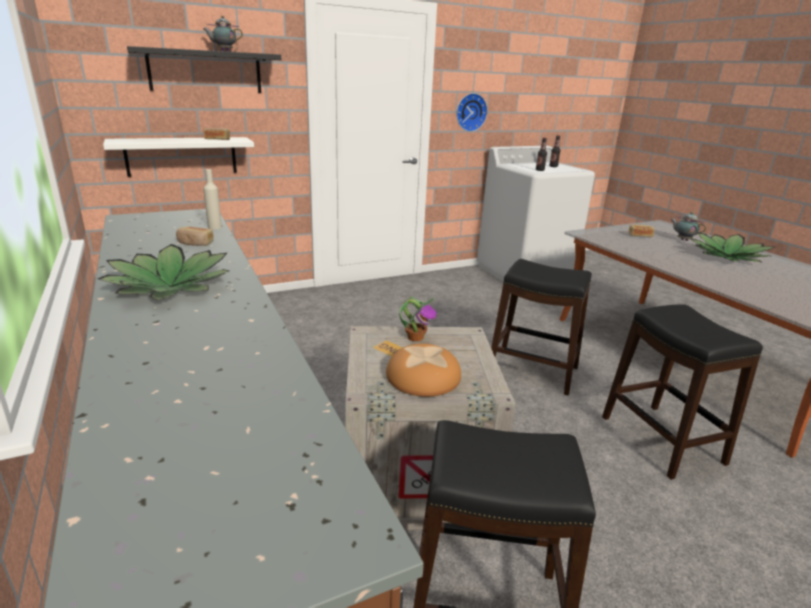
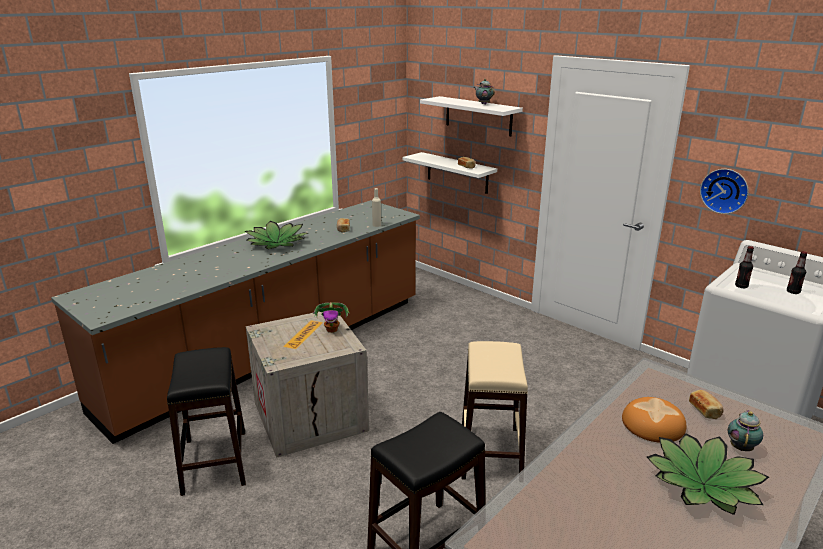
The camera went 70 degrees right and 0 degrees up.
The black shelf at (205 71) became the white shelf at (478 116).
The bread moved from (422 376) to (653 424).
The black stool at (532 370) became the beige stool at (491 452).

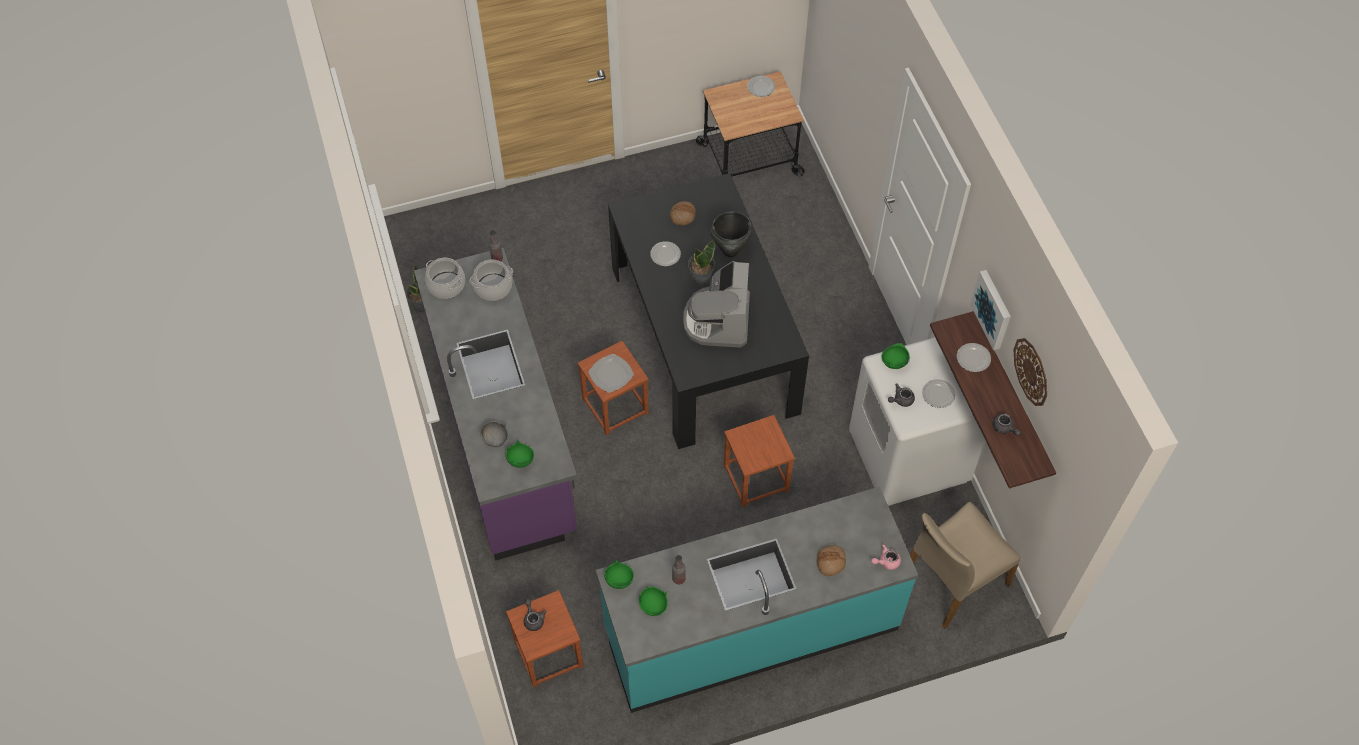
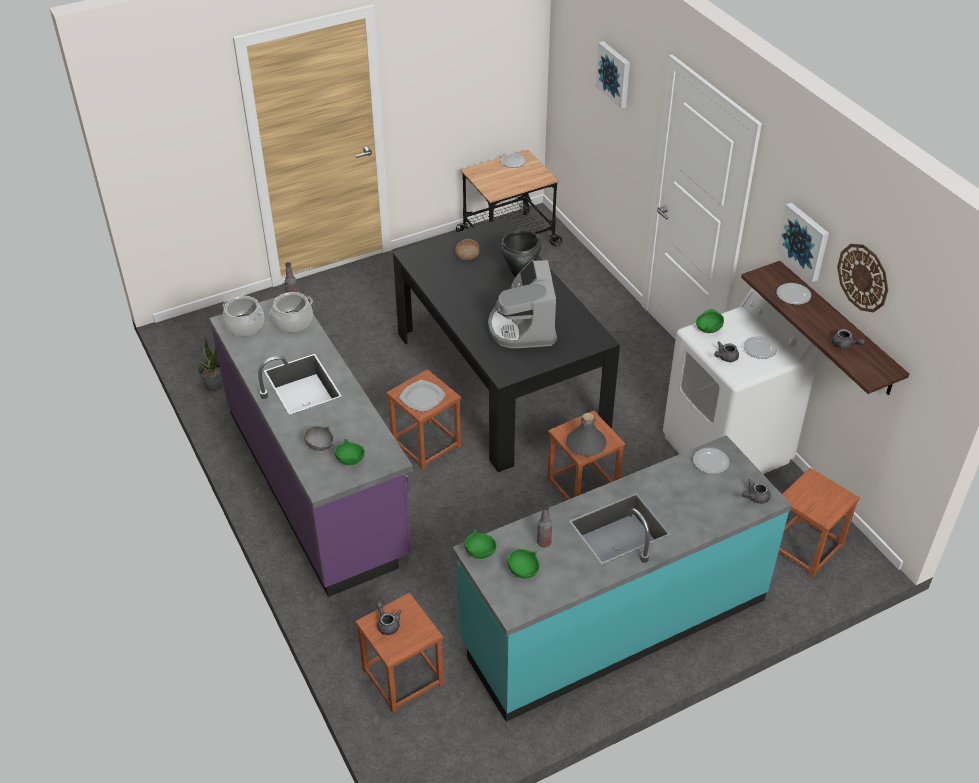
The camera went 10 degrees left and 15 degrees down.
The plate moved from (665 255) to (711 462).
The potted plant at (700 277) disappeared.
The bread at (830 562) disappeared.
The pink teapot at (886 561) became the grey teapot at (755 497).
The beige chair at (952 580) was replaced by the brown stool at (804 547).
The grey bottle at (585 444) appeared.
The picture at (614 74) appeared.

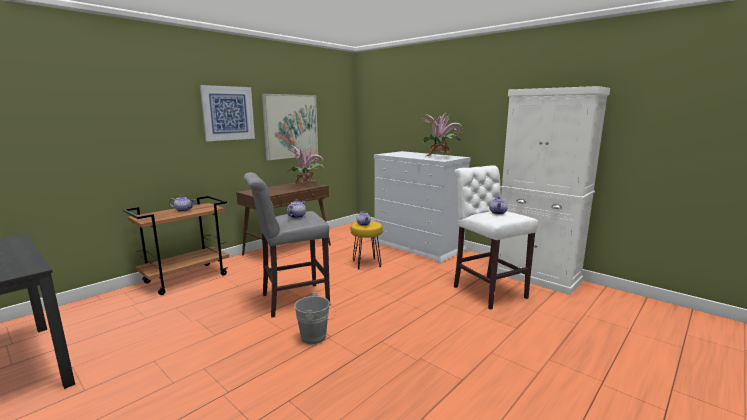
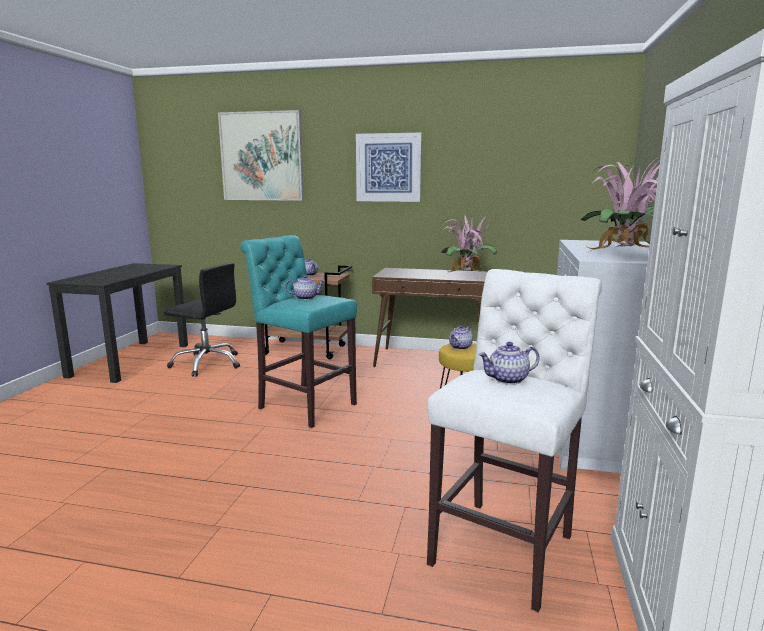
The camera went 60 degrees right and 0 degrees up.
The grey stool at (291 301) became the turquoise stool at (303 405).
The picture moved from (291 126) to (262 156).
The grey bucket at (316 337) disappeared.
The black office chair at (207 363) appeared.

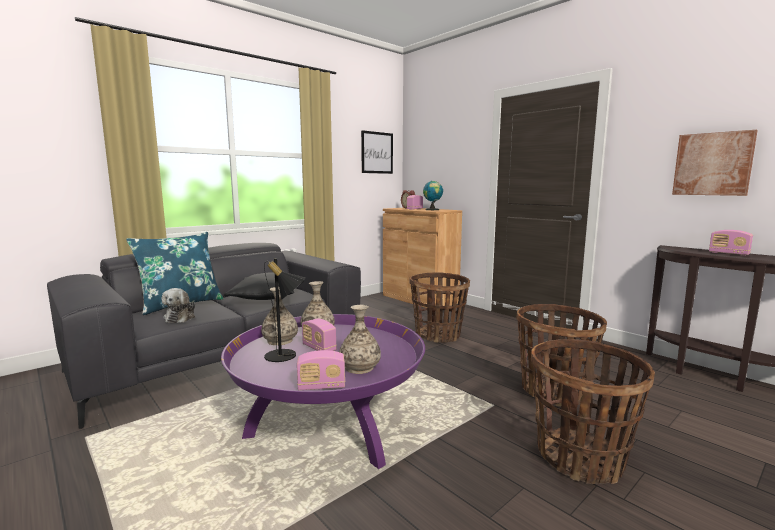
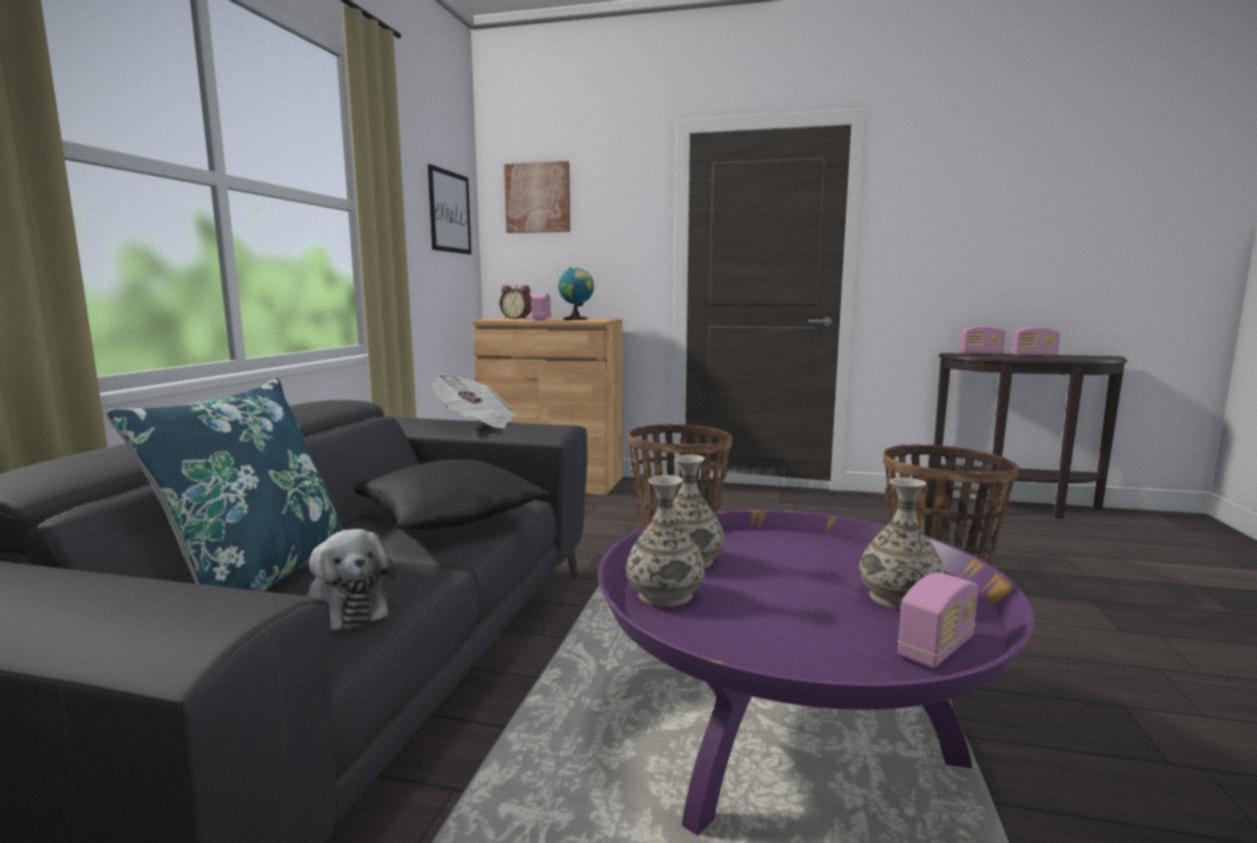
The camera went 35 degrees left and 0 degrees up.
The black table lamp at (286 356) disappeared.
The radio moved from (319 348) to (980 354).
The basket at (580 458) disappeared.
The picture moved from (712 164) to (538 198).
The newspaper at (476 423) appeared.

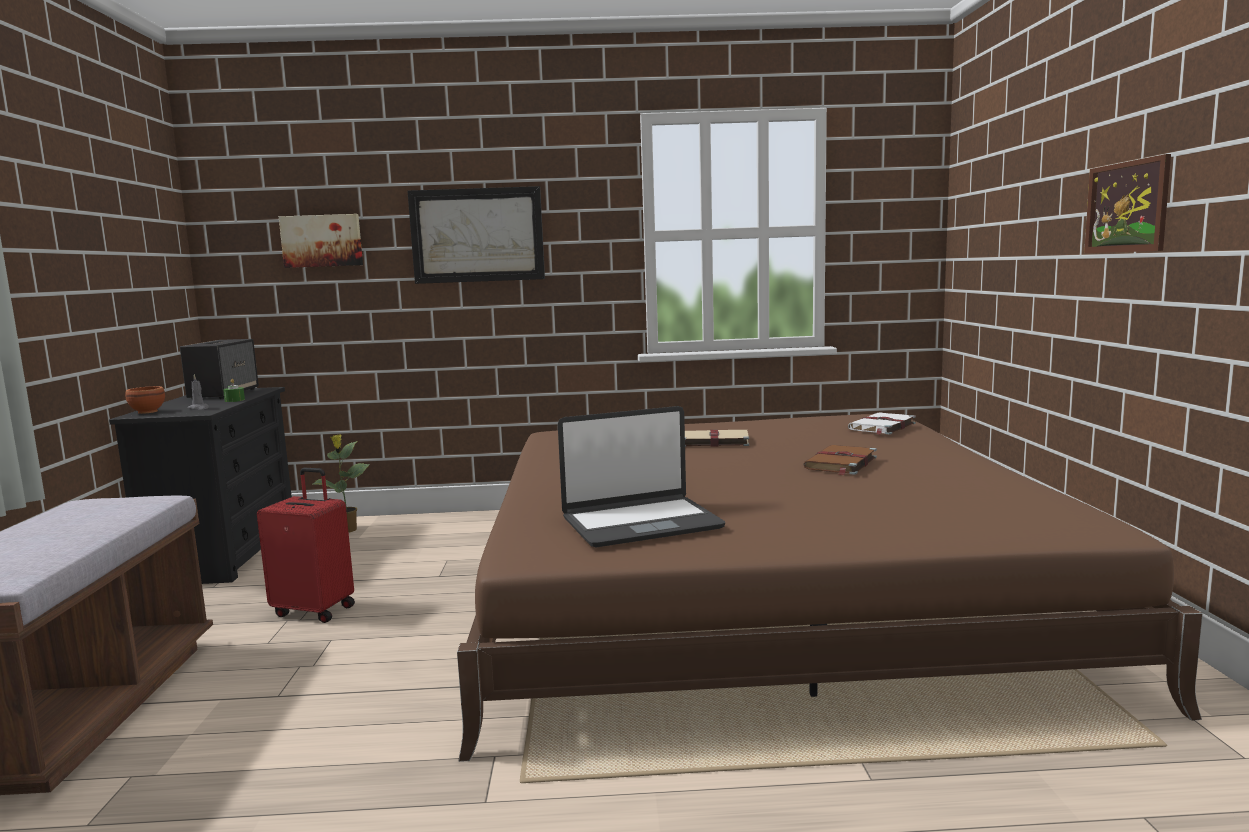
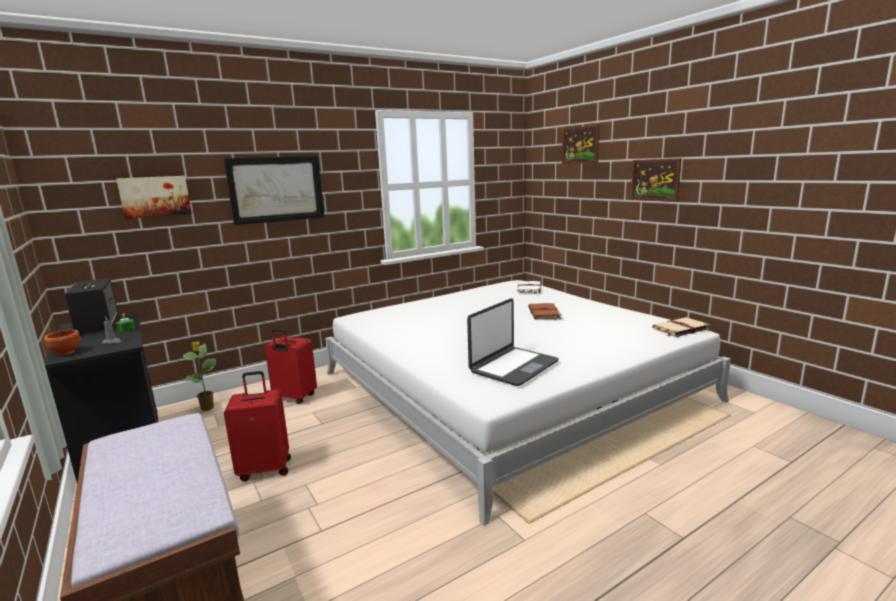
The camera went 30 degrees left and 5 degrees up.
The brown bed at (756 588) became the white bed at (508 386).
The beige book moved from (713 441) to (679 329).
The red suitcase at (294 398) appeared.
The picture at (580 145) appeared.

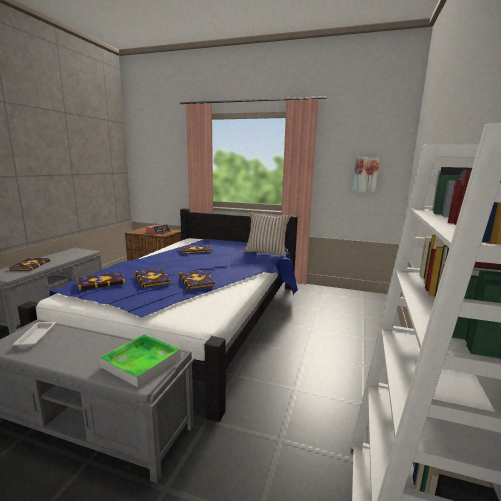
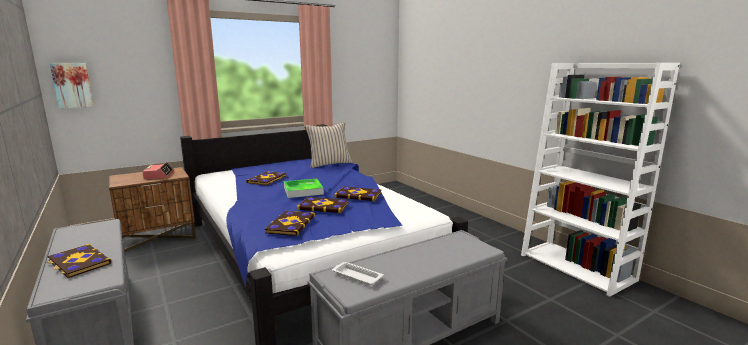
The camera went 50 degrees left and 0 degrees up.
The tray moved from (141 362) to (303 191).
The picture moved from (365 174) to (72 85).

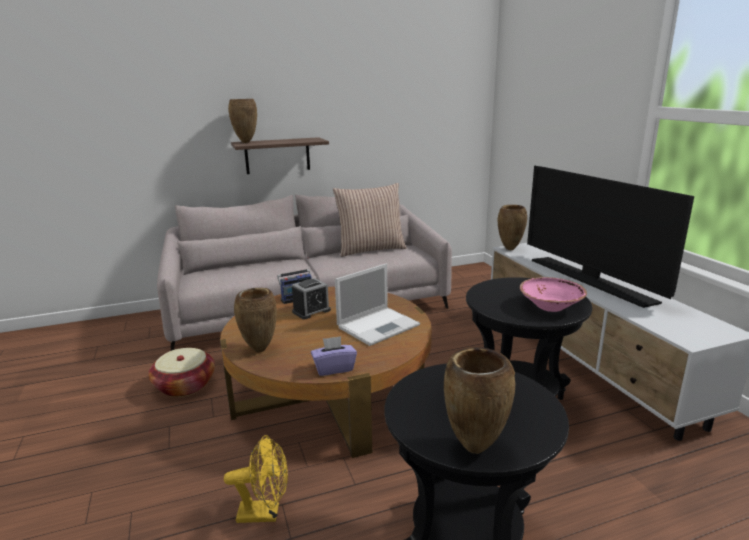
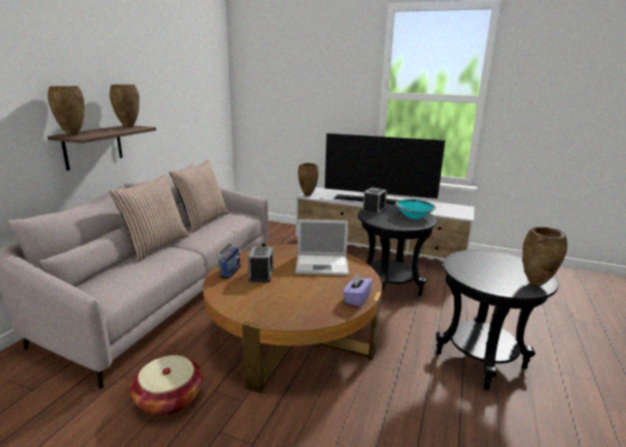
The camera went 50 degrees left and 0 degrees up.
The yellow fan at (265 513) disappeared.
The brown vase moved from (259 349) to (128 127).
The laptop at (379 325) turned 90 degrees clockwise.
The pink bowl at (550 306) became the turquoise bowl at (414 216).
The pillow at (156 246) appeared.
The alarm clock at (374 210) appeared.

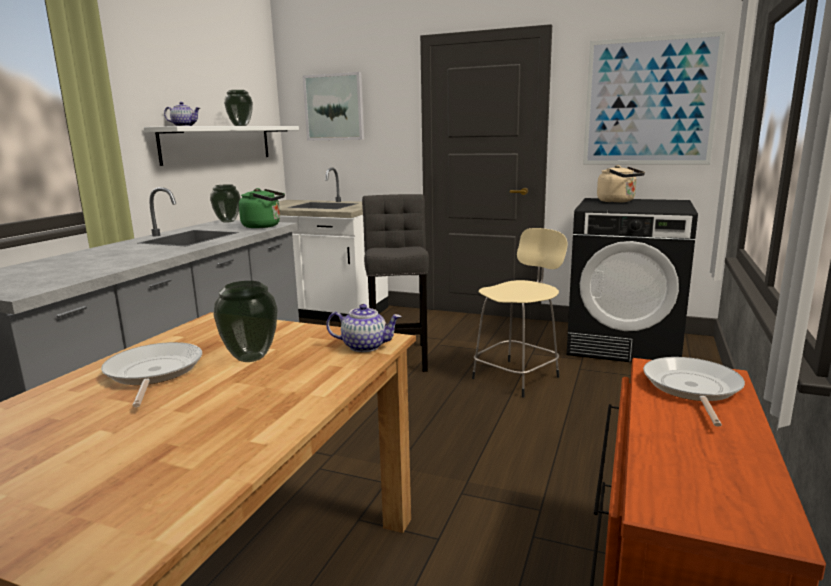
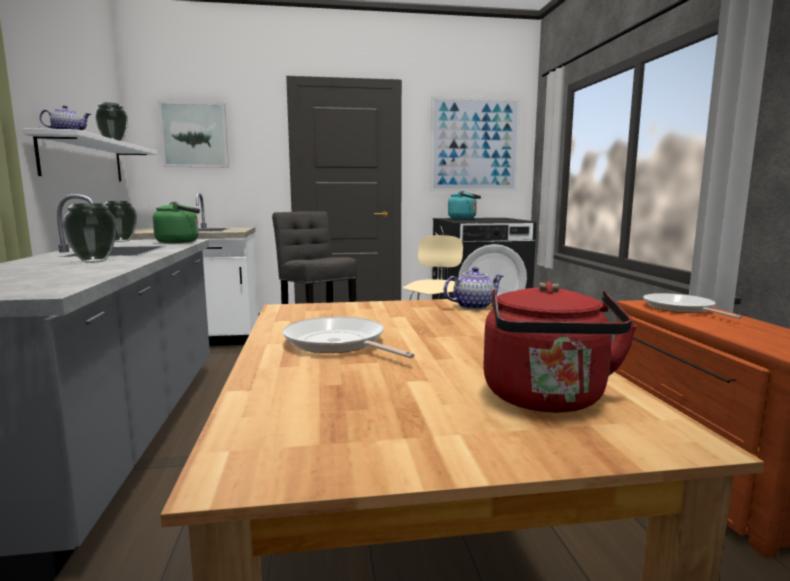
The camera went 30 degrees left and 5 degrees down.
The vase moved from (251 357) to (95 261).
The beige kettle at (618 201) became the turquoise kettle at (464 218).
The red kettle at (546 400) appeared.

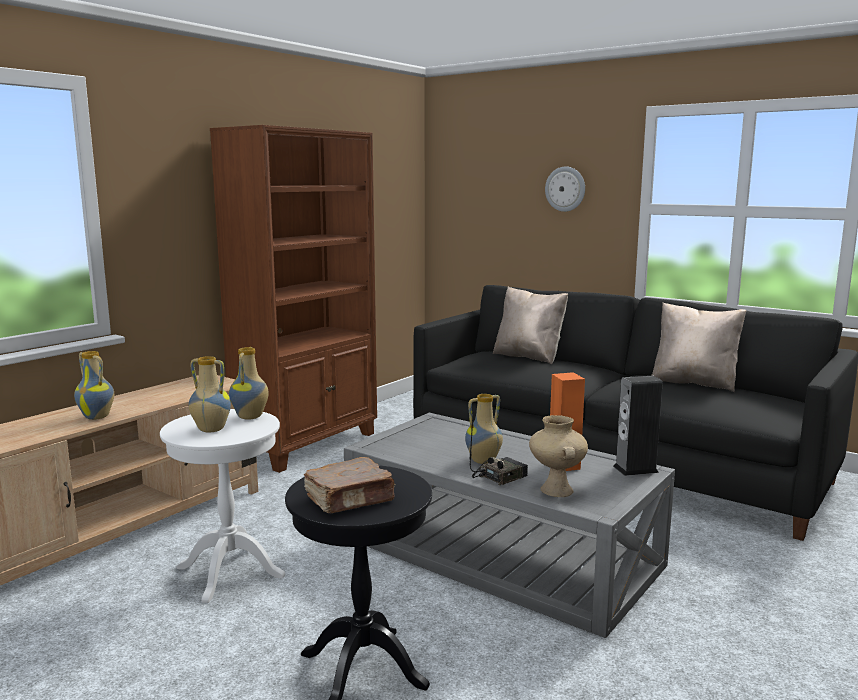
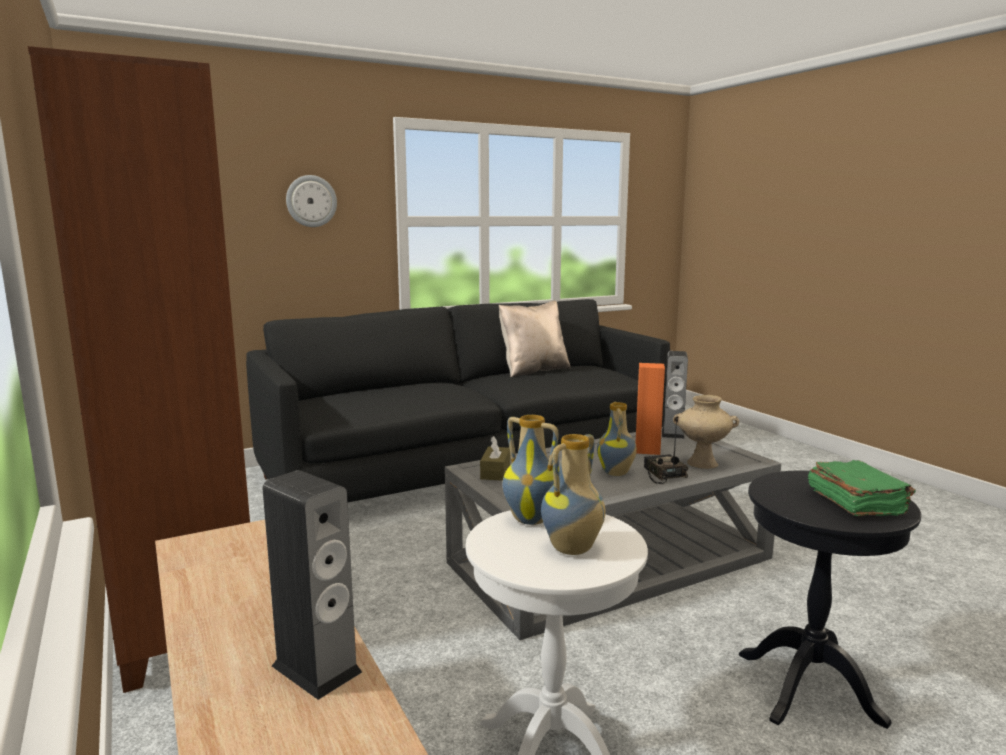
The camera went 65 degrees left and 0 degrees up.
The vase at (98 417) was replaced by the speaker at (316 669).
The brown book at (351 500) became the green book at (855 503).
The beige pillow at (529 357) disappeared.
The brown tissue box at (495 472) appeared.

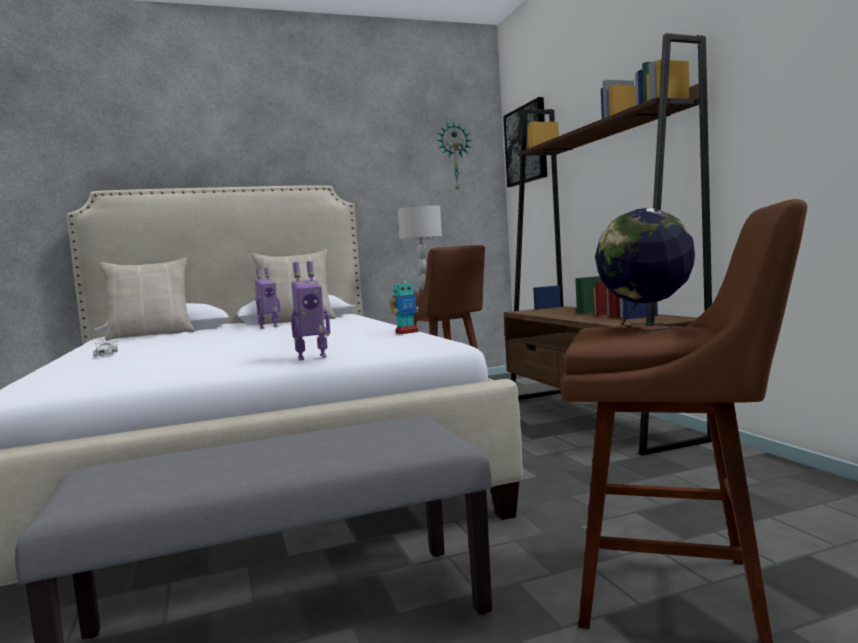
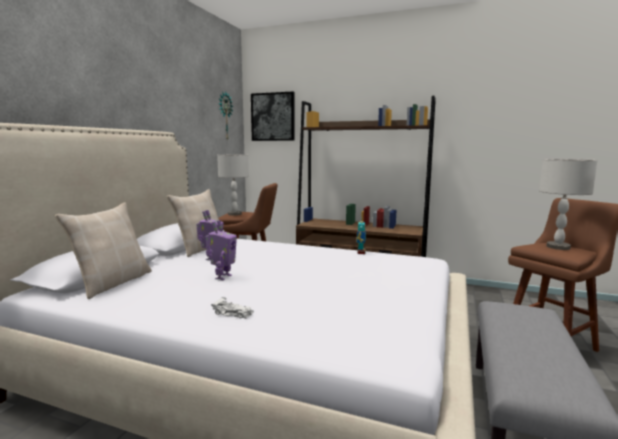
The camera went 50 degrees left and 5 degrees up.
The toy robot moved from (311 357) to (222 277).
The globe at (646 328) was replaced by the grey table lamp at (558 247).

